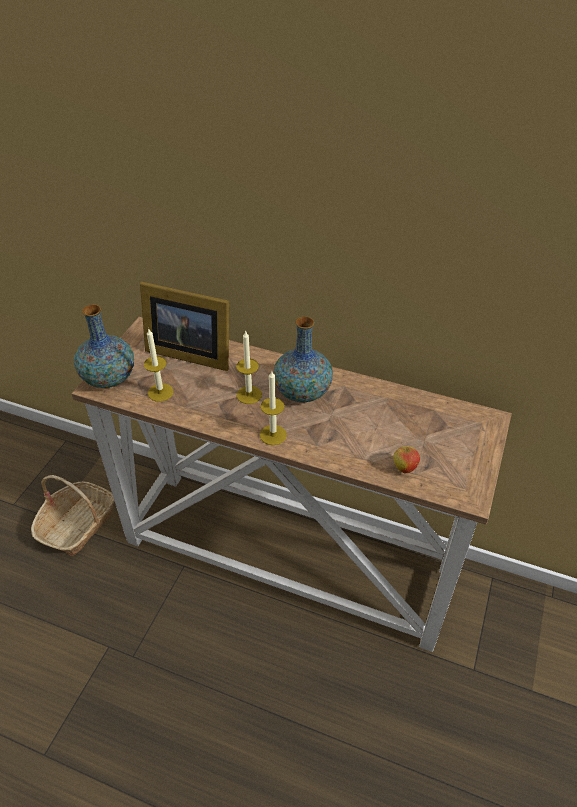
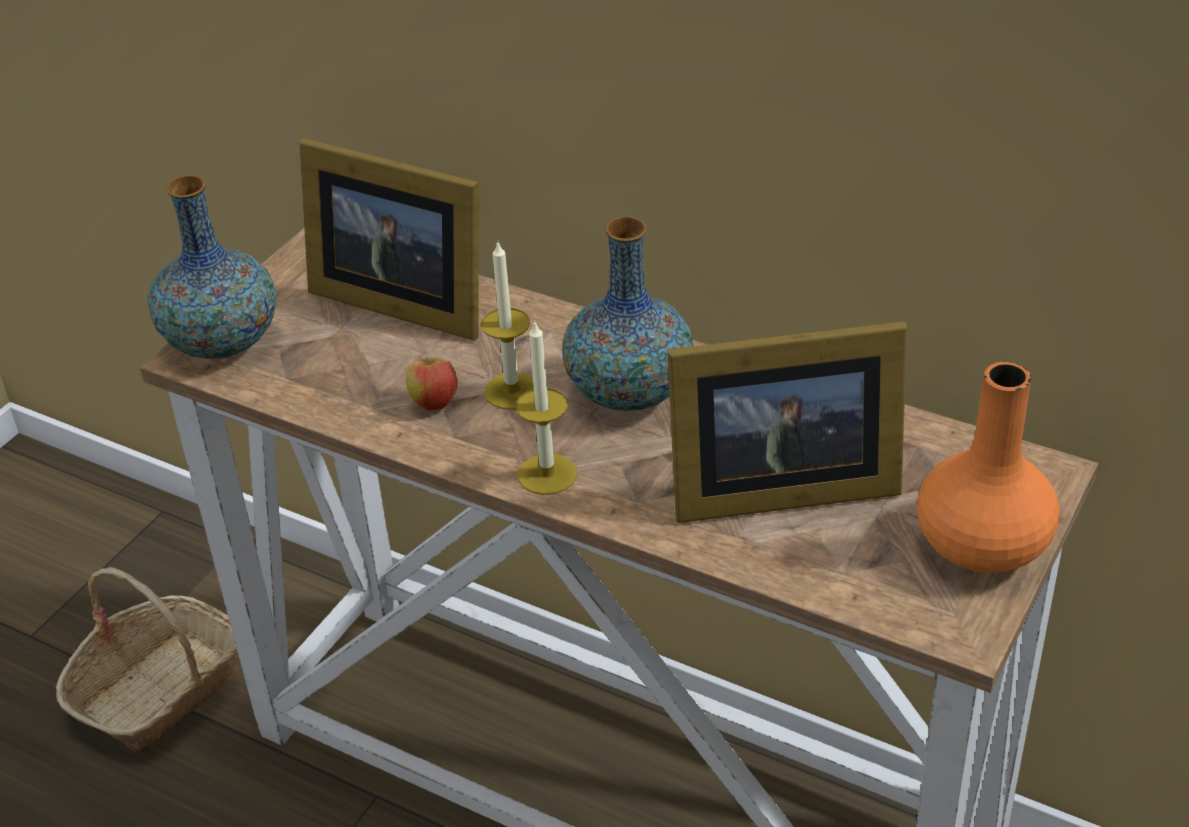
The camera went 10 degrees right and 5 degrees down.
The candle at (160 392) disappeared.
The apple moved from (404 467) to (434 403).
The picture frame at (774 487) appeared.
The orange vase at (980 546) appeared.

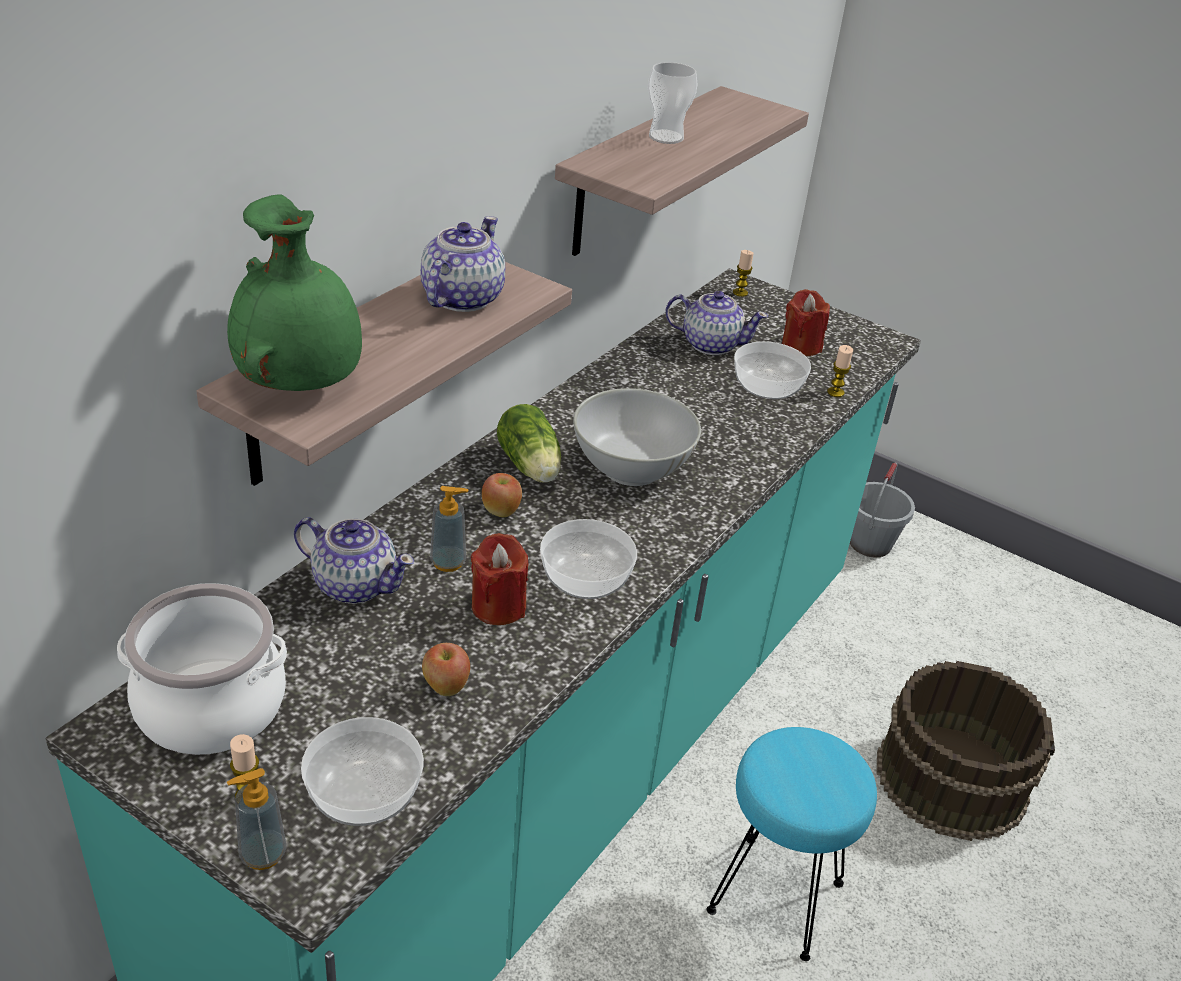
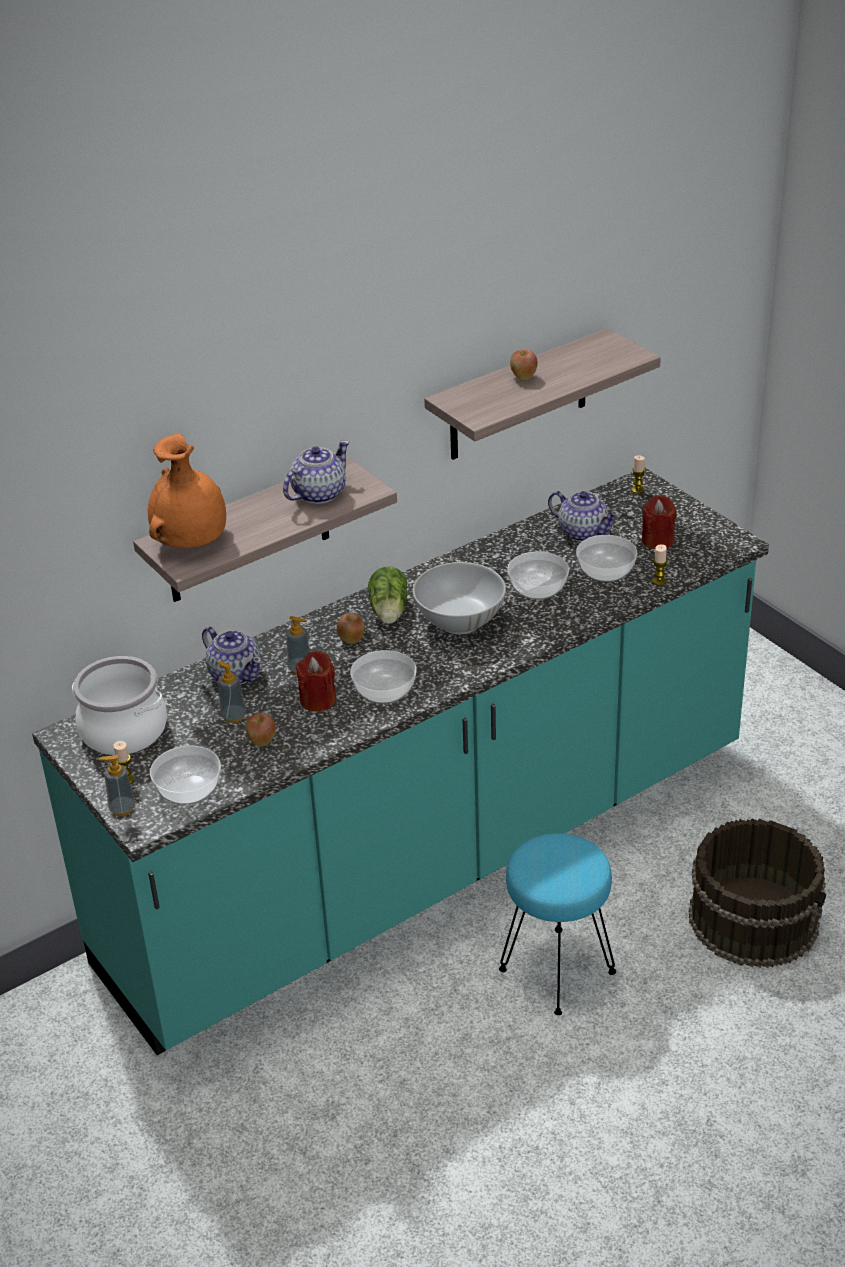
The camera went 25 degrees right and 0 degrees up.
The green vase at (301 383) became the orange vase at (192 542).
The cup at (666 137) was replaced by the apple at (523 377).
The grey bucket at (869 543) disappeared.
The soap dispenser at (233 716) appeared.
The bowl at (537 588) appeared.

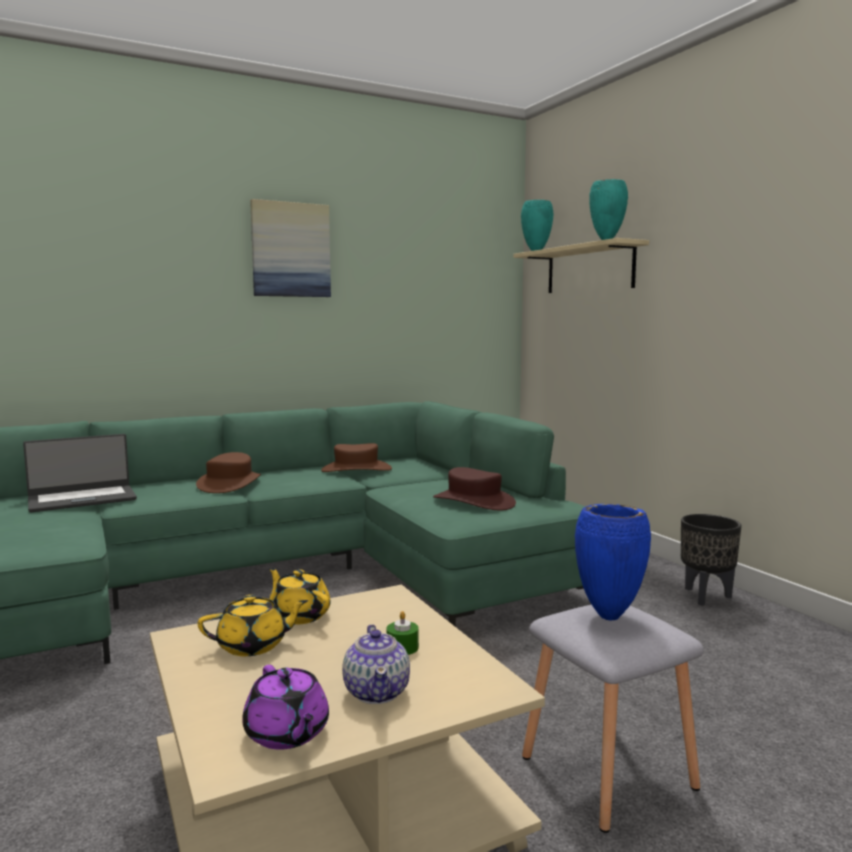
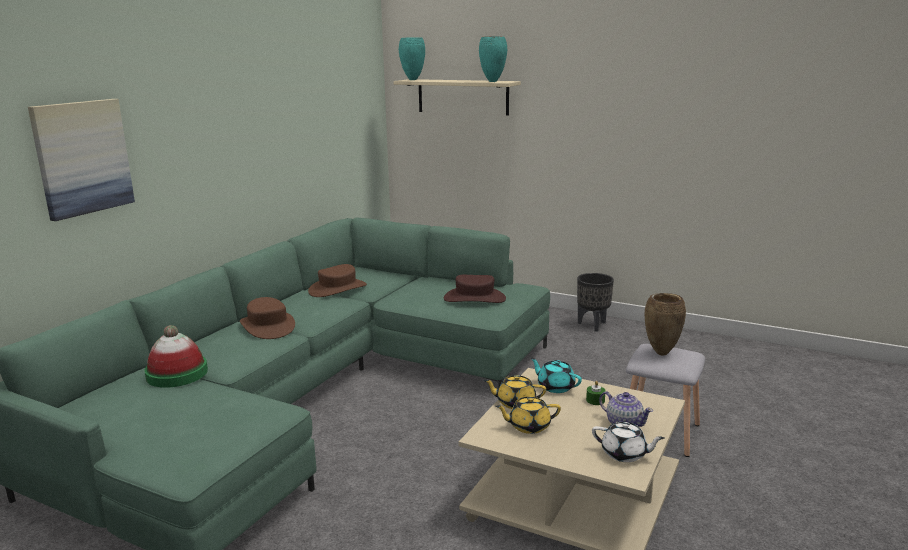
The camera went 35 degrees left and 10 degrees up.
The laptop at (82 499) was replaced by the hat at (177 373).
The yellow teapot at (253 646) turned 135 degrees counterclockwise.
The purple teapot at (287 733) became the white teapot at (624 454).
The picture moved from (291 250) to (82 157).
The blue vase at (609 616) became the brown vase at (661 353).
The turquoise teapot at (555 387) appeared.

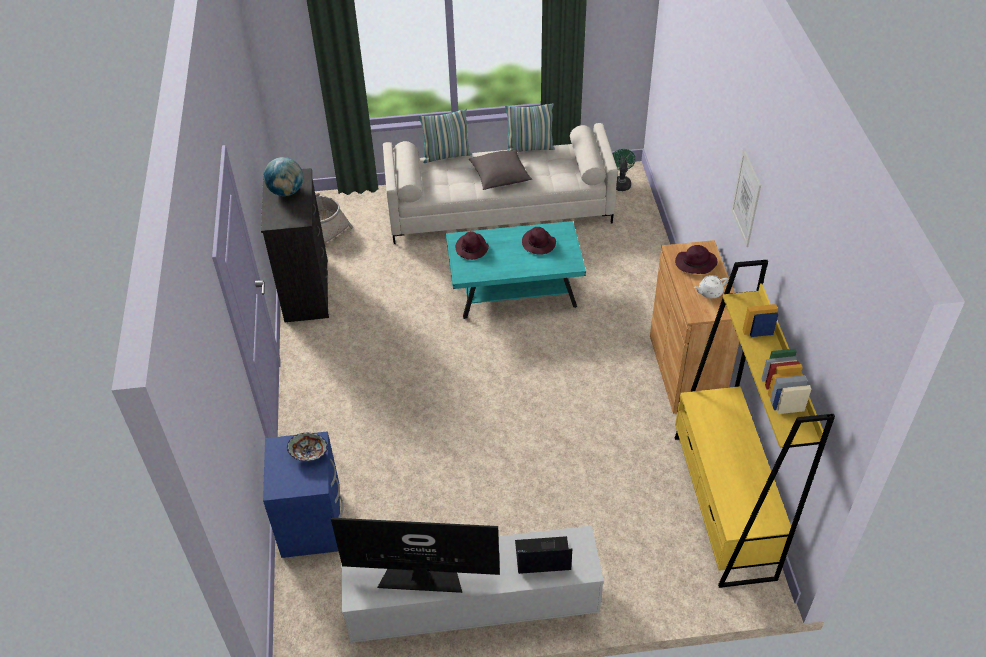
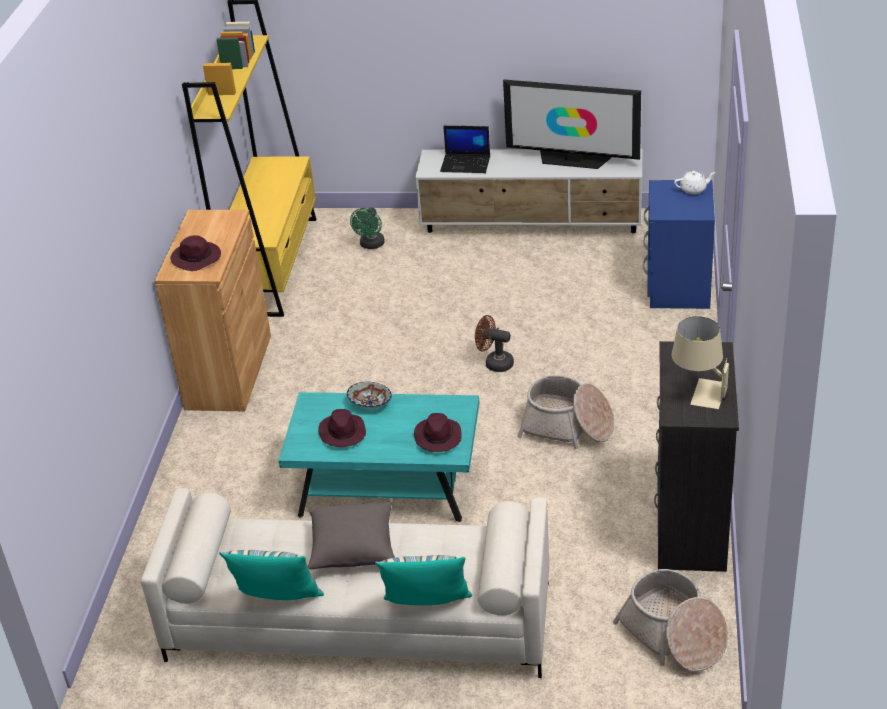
The camera went 165 degrees left and 10 degrees down.
The globe at (286 191) was replaced by the beige table lamp at (698 392).
The bowl moved from (309 453) to (370 404).
The green fan moved from (621 183) to (371 245).
The white teapot moved from (709 292) to (694 189).
The picture at (746 198) disappeared.
The brown fan at (494 363) appeared.
The basket at (567 427) appeared.

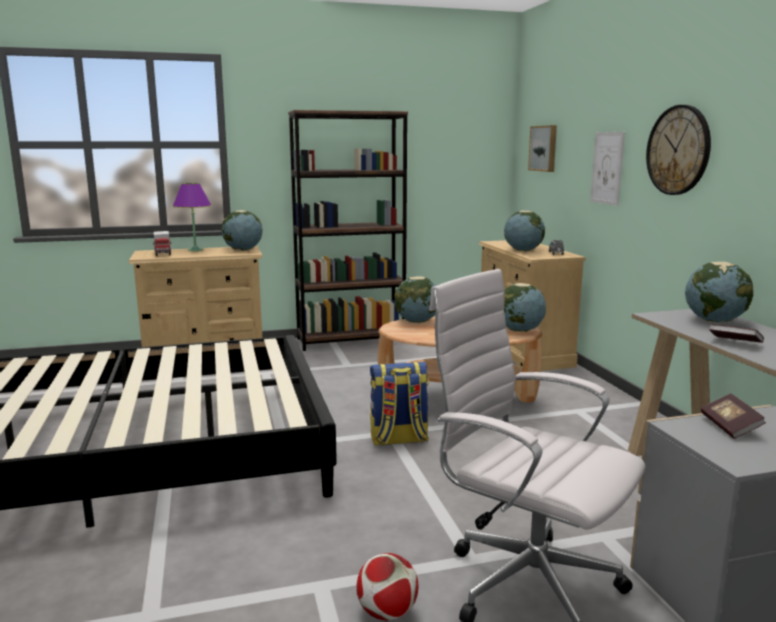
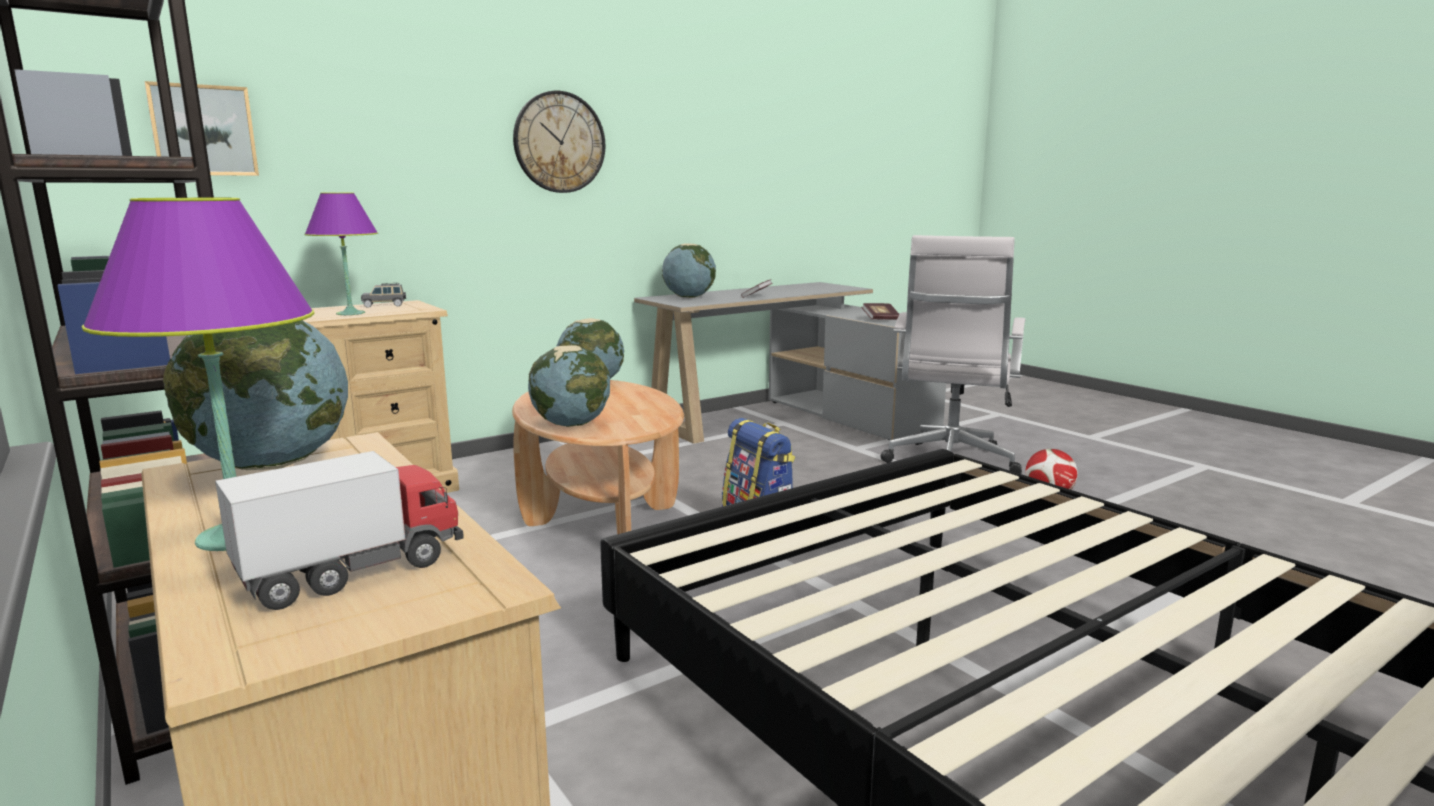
The camera went 110 degrees left and 0 degrees up.
The globe at (523 250) was replaced by the purple table lamp at (350 313).
The picture at (607 168) disappeared.

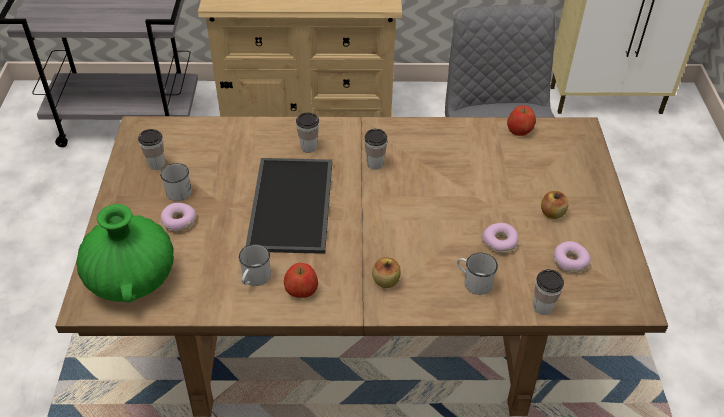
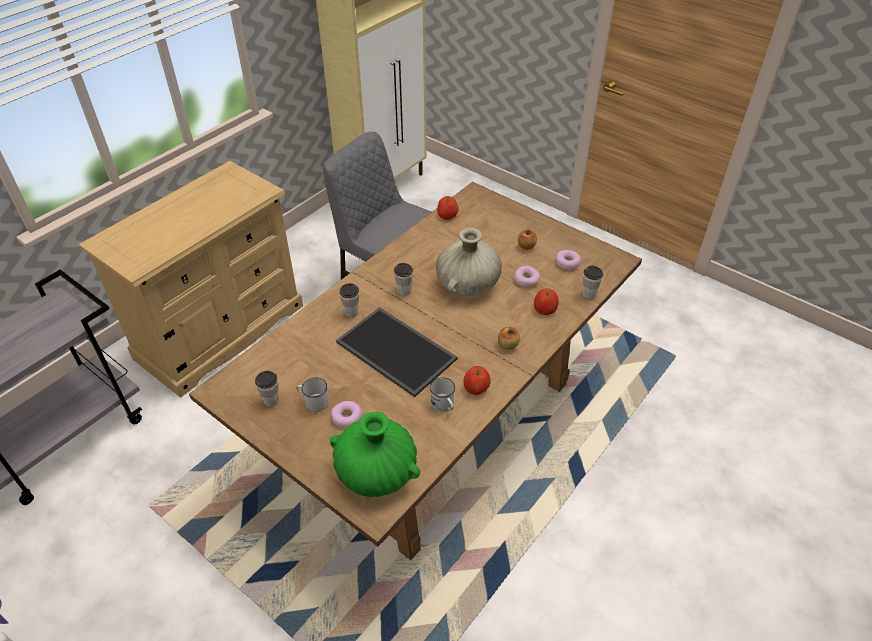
The camera went 50 degrees left and 0 degrees up.
The white mug at (473 282) was replaced by the apple at (545 309).
The beige vase at (468 284) appeared.

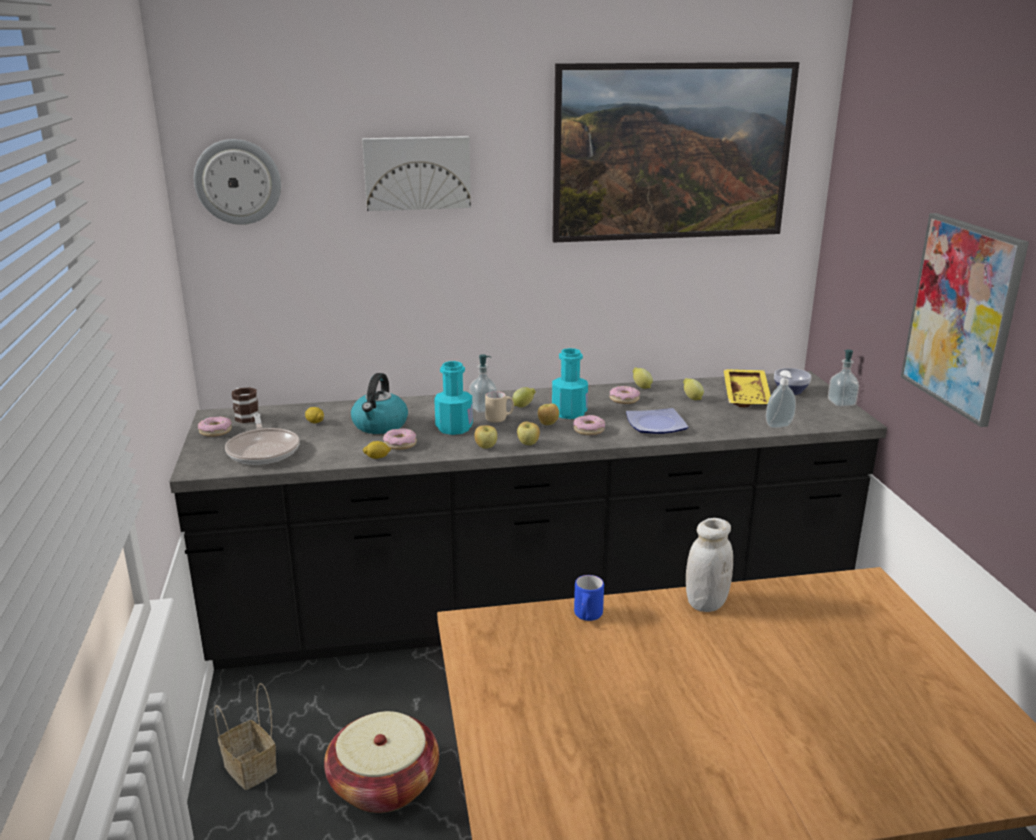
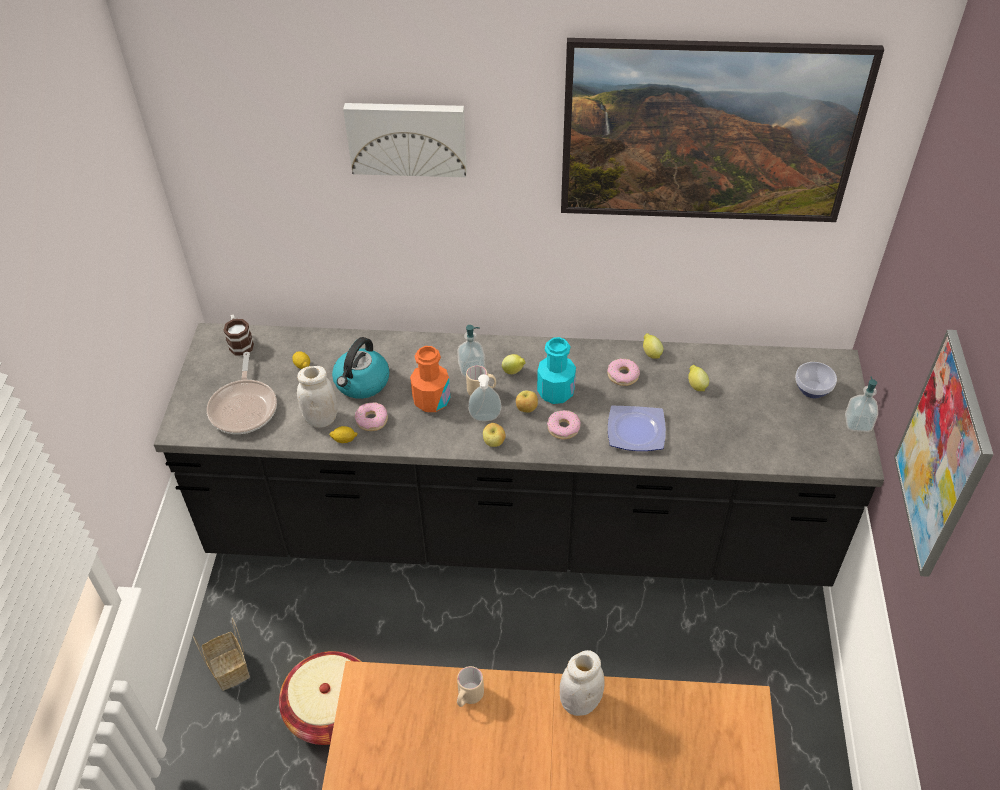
The camera went 15 degrees right and 25 degrees up.
The wall clock at (238 182) disappeared.
The donut at (215 431) disappeared.
The turquoise bottle at (454 428) became the orange bottle at (431 400).
The apple at (486 447) disappeared.
The blue mug at (587 617) became the beige mug at (468 697).
The yellow tray at (747 396) disappeared.
The soap dispenser moved from (779 426) to (485 419).
The white jar at (321 419) appeared.

